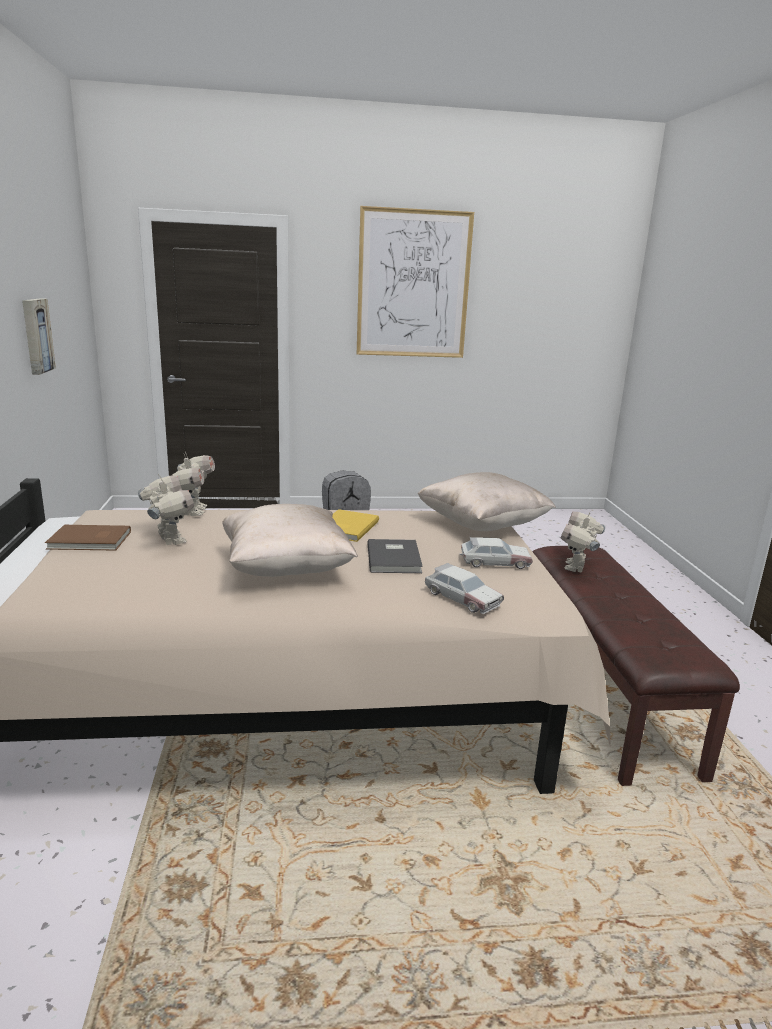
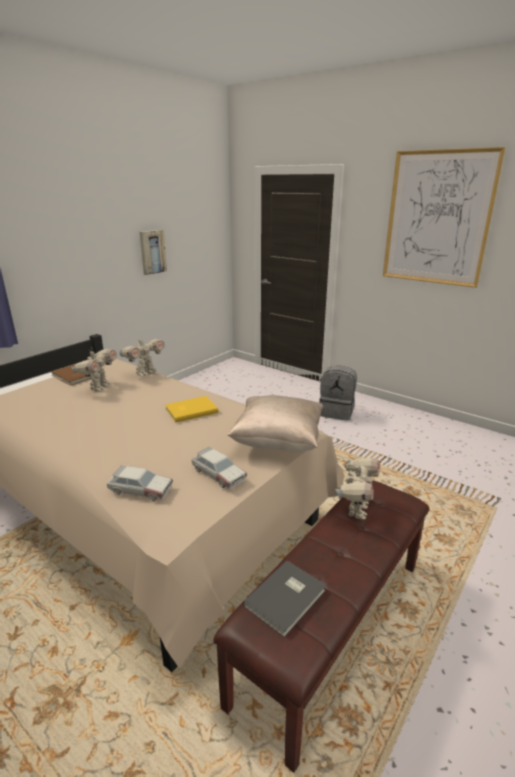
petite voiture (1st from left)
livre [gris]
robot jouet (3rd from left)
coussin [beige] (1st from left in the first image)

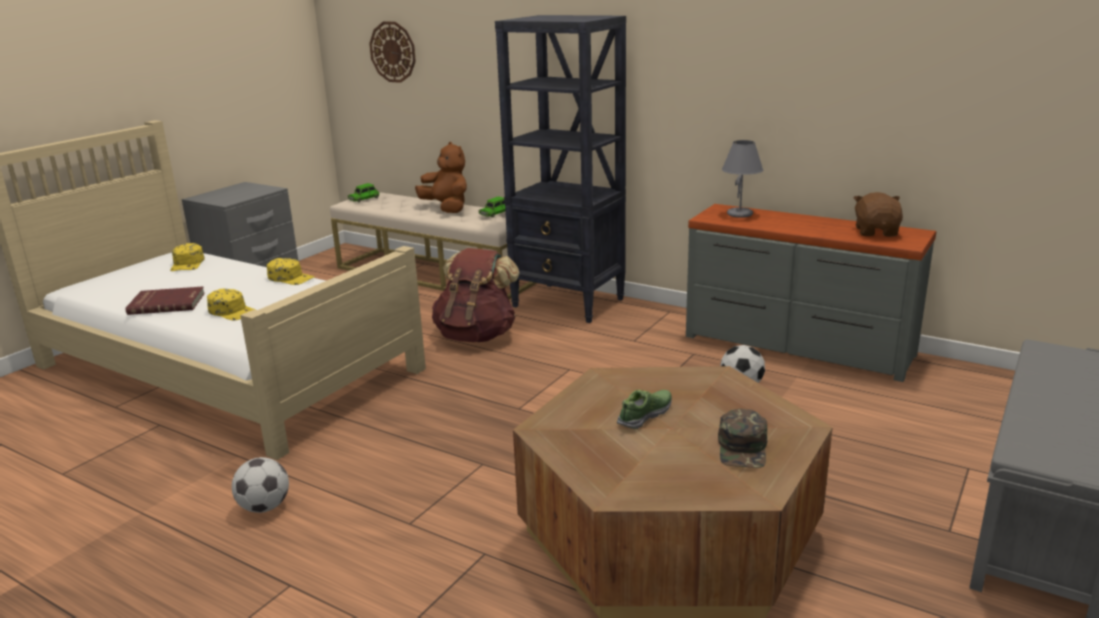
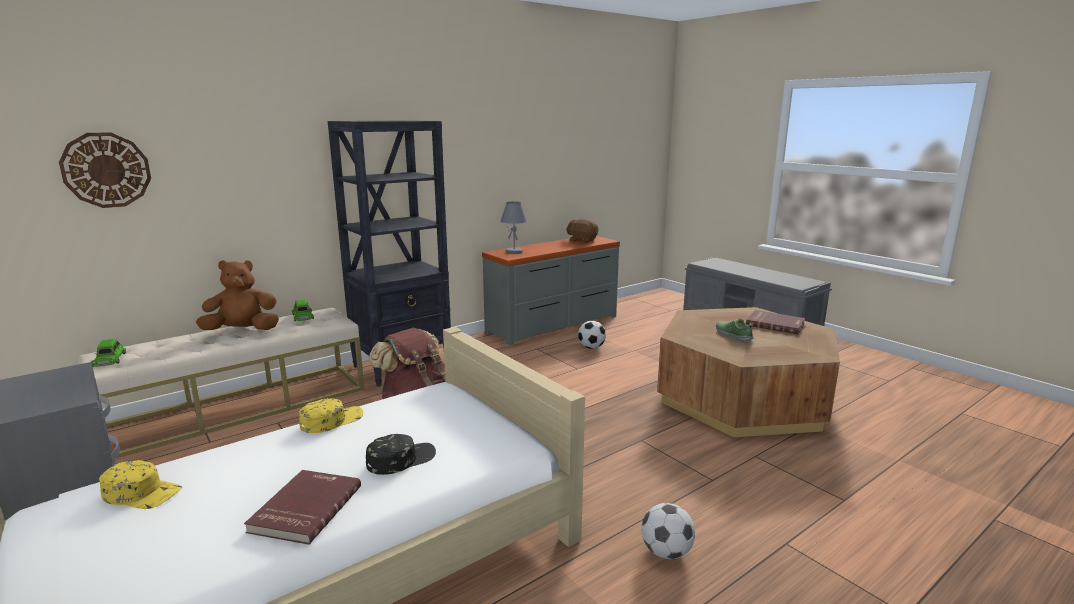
casquette [noir]
livre [rouge] (2nd from left)

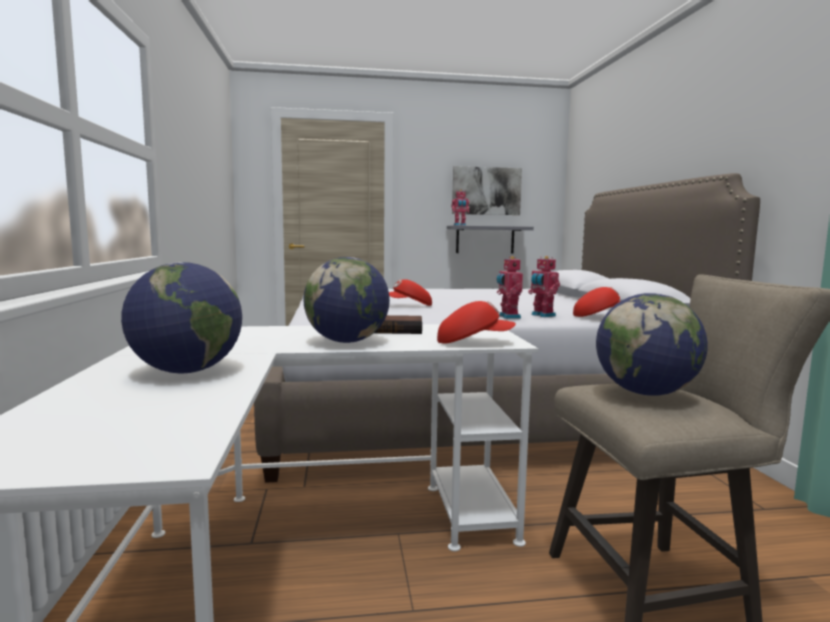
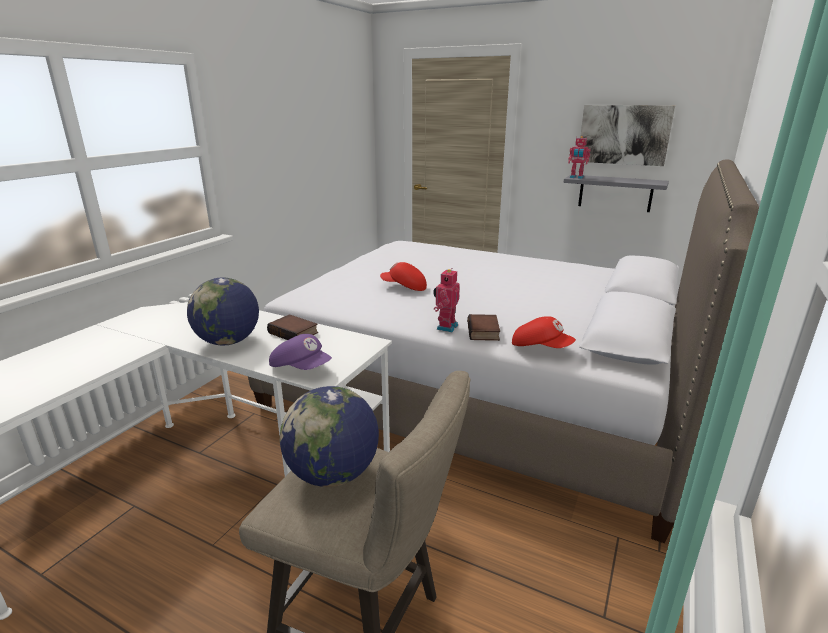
casquette [violet]
livre (2nd from left)
globe (1st from left in the first image)

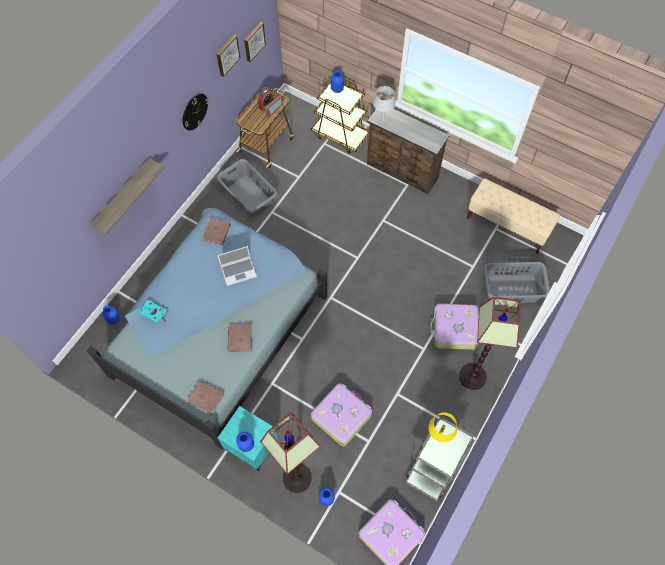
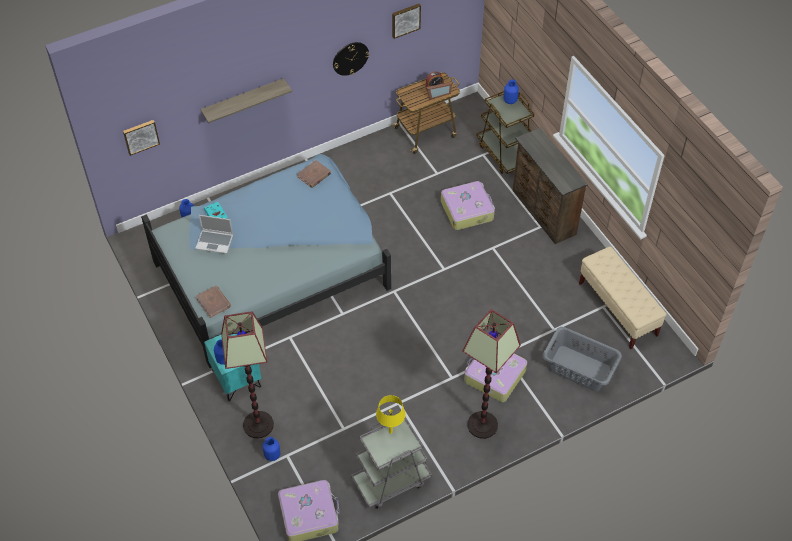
tableau (1st from left)
ordinateur portable
valise (2nd from left)
panier à linge [gris] (1st from left in the first image)
livre [marron] (3rd from left in the first image)
lampe de table [gris]

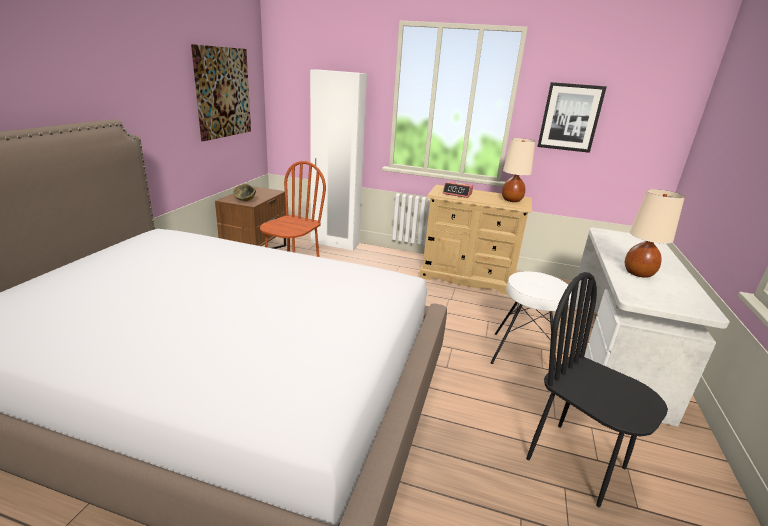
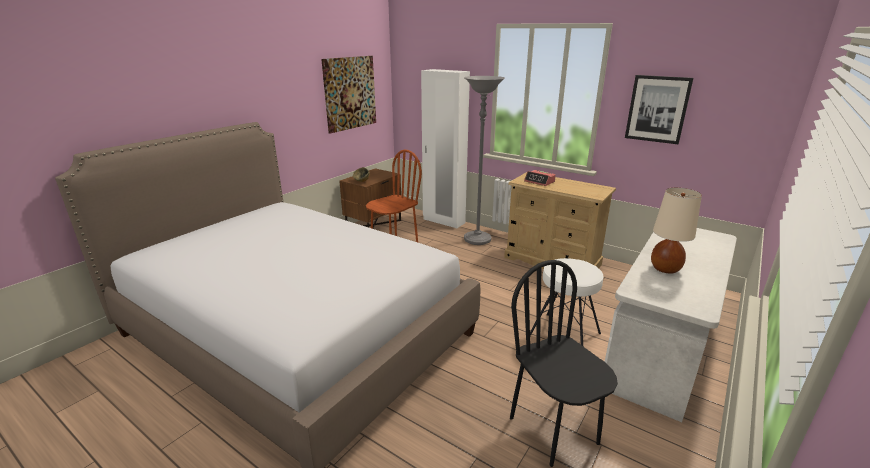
lampadaire [gris]
lampe de table [beige] (1st from left in the first image)

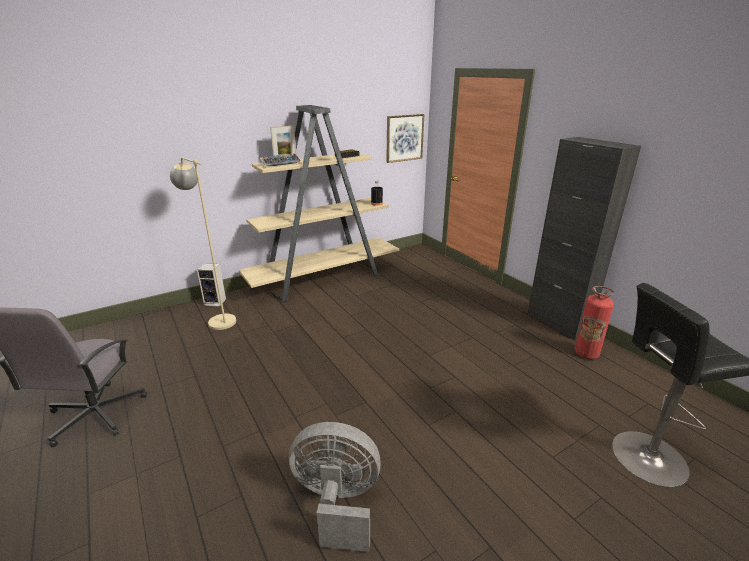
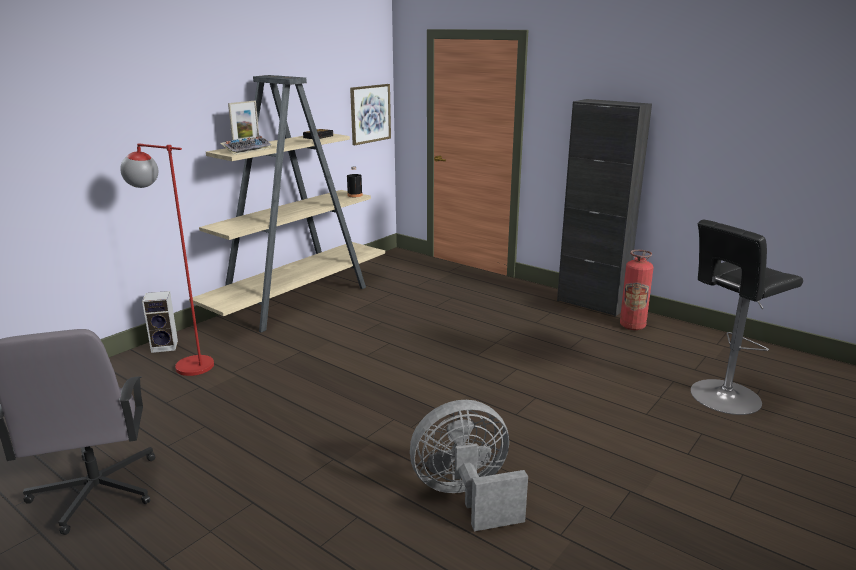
lampadaire [rouge]

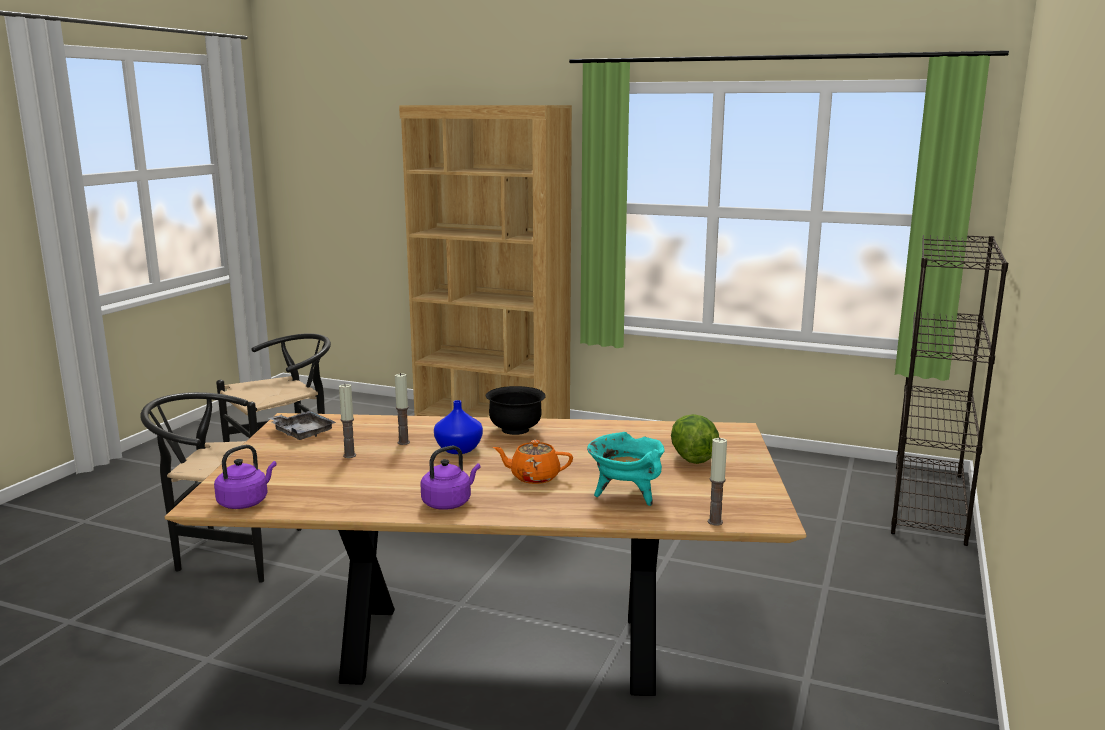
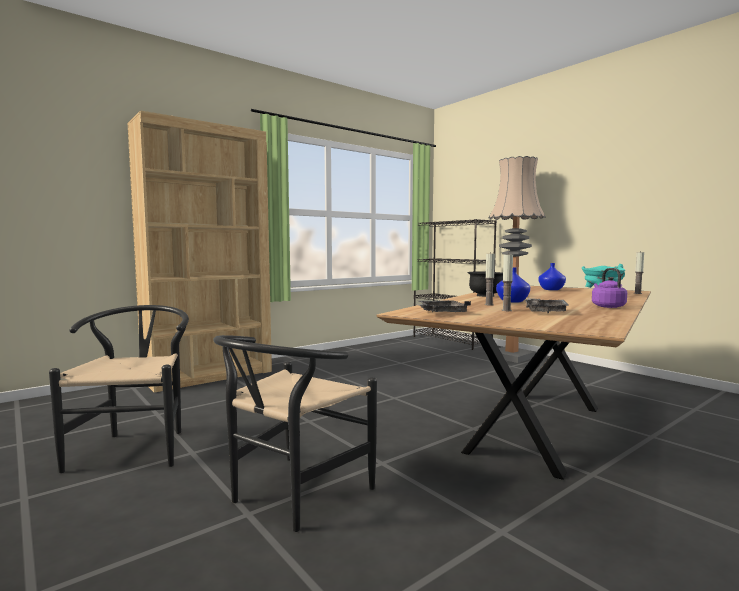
lampadaire
plateau [gris] (2nd from left)
vase [bleu] (2nd from left)
bouilloire [violet] (1st from left in the first image)
théière [orange]

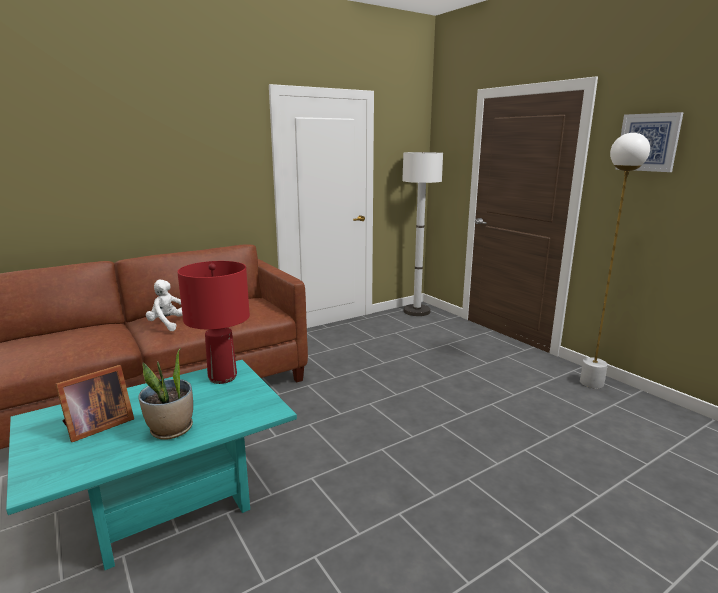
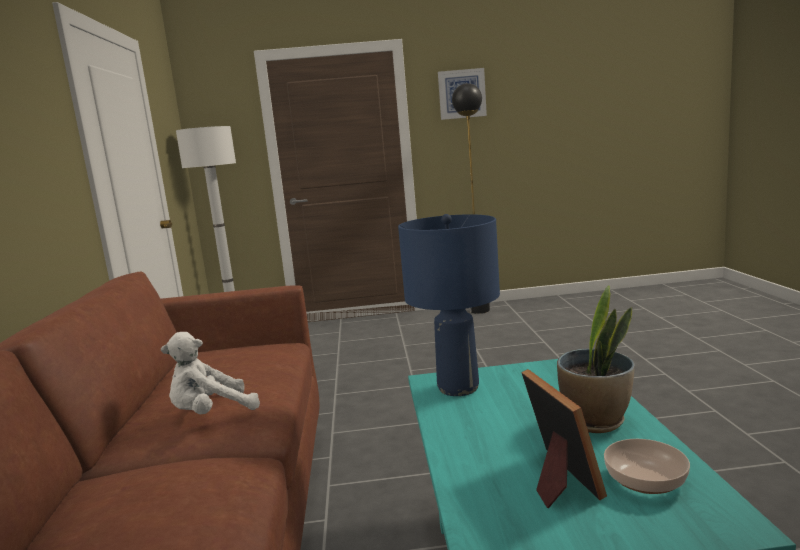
lampe de table [bleu]
lampadaire [noir]
bol

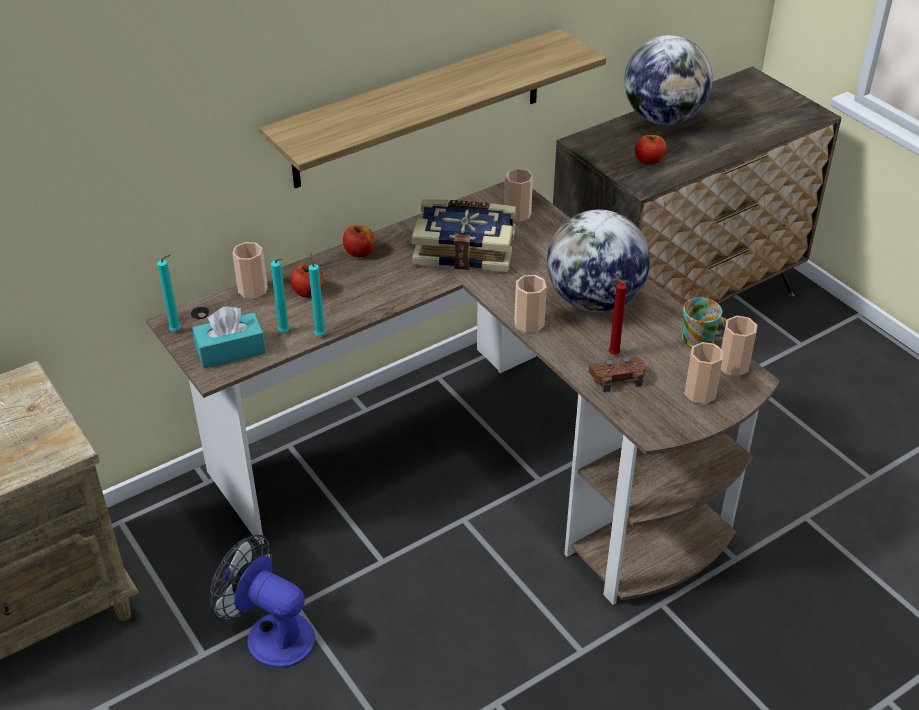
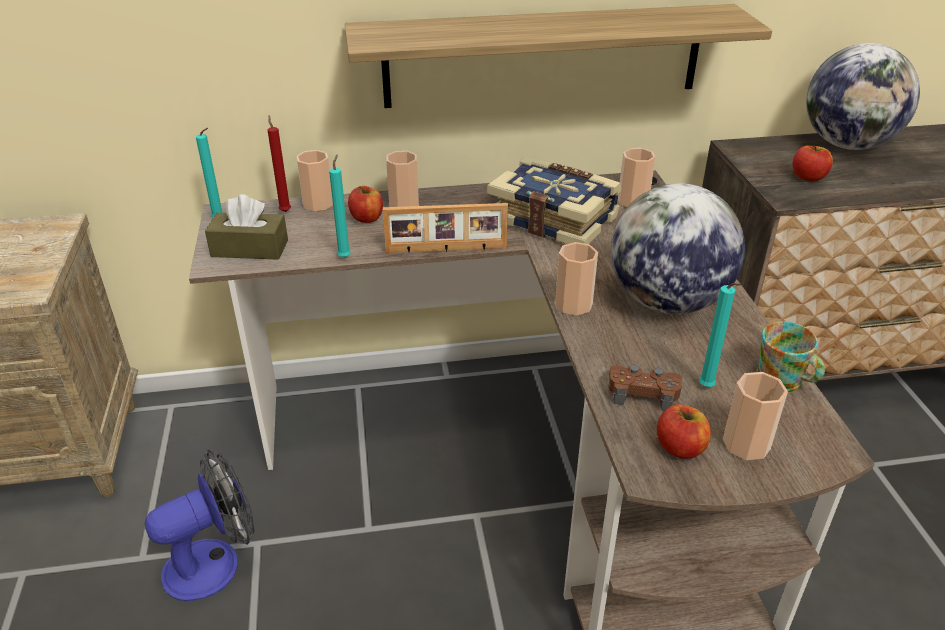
ventilateur
boîte à mouchoirs [marron]
bougie [rouge]
cadre photo
tasse (2nd from left)
pomme (2nd from left)
bougie [turquoise] (3rd from left)

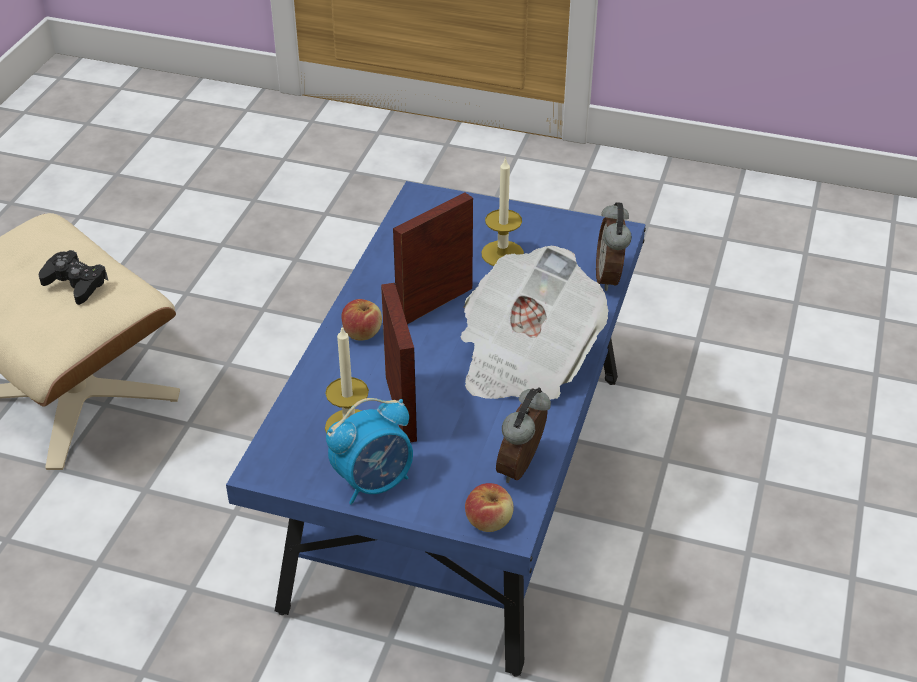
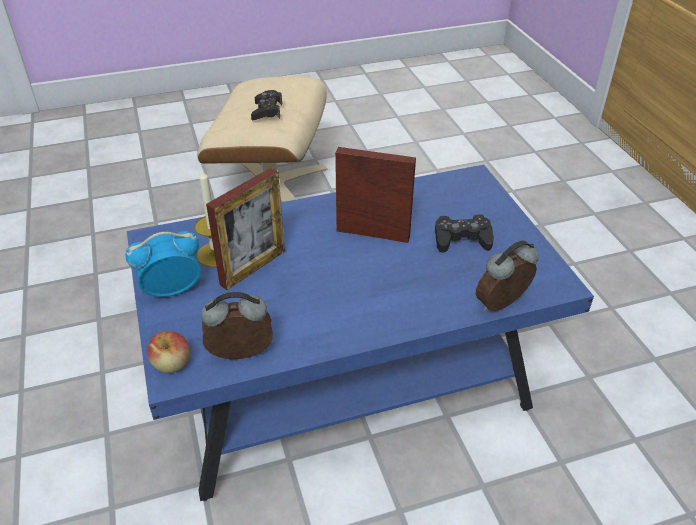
réveil (1st from left)
manette [noir] (2nd from left)
pomme (1st from left in the first image)
journal

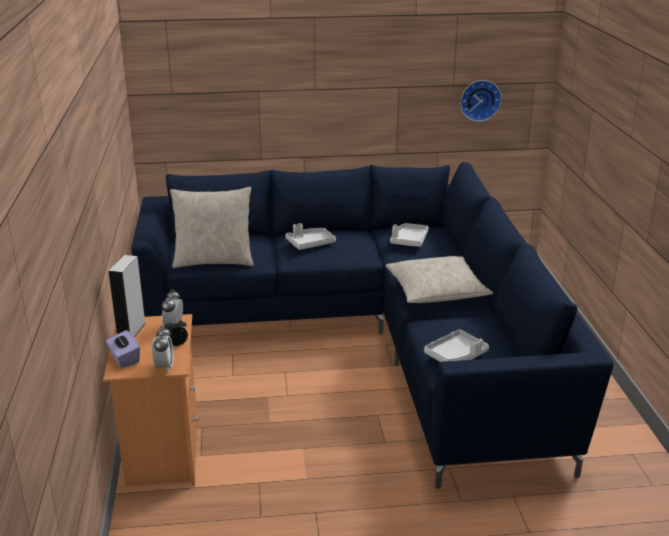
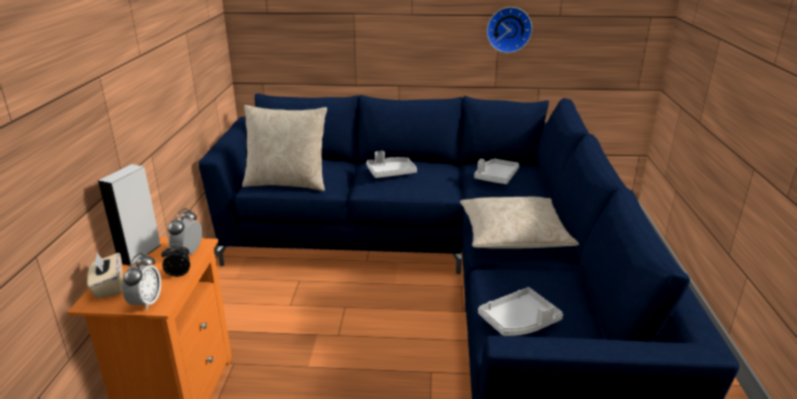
boîte à mouchoirs [beige]
horloge murale

